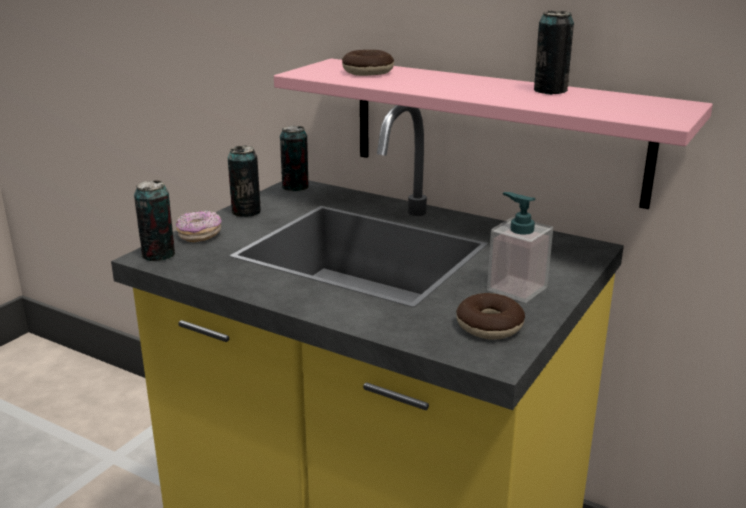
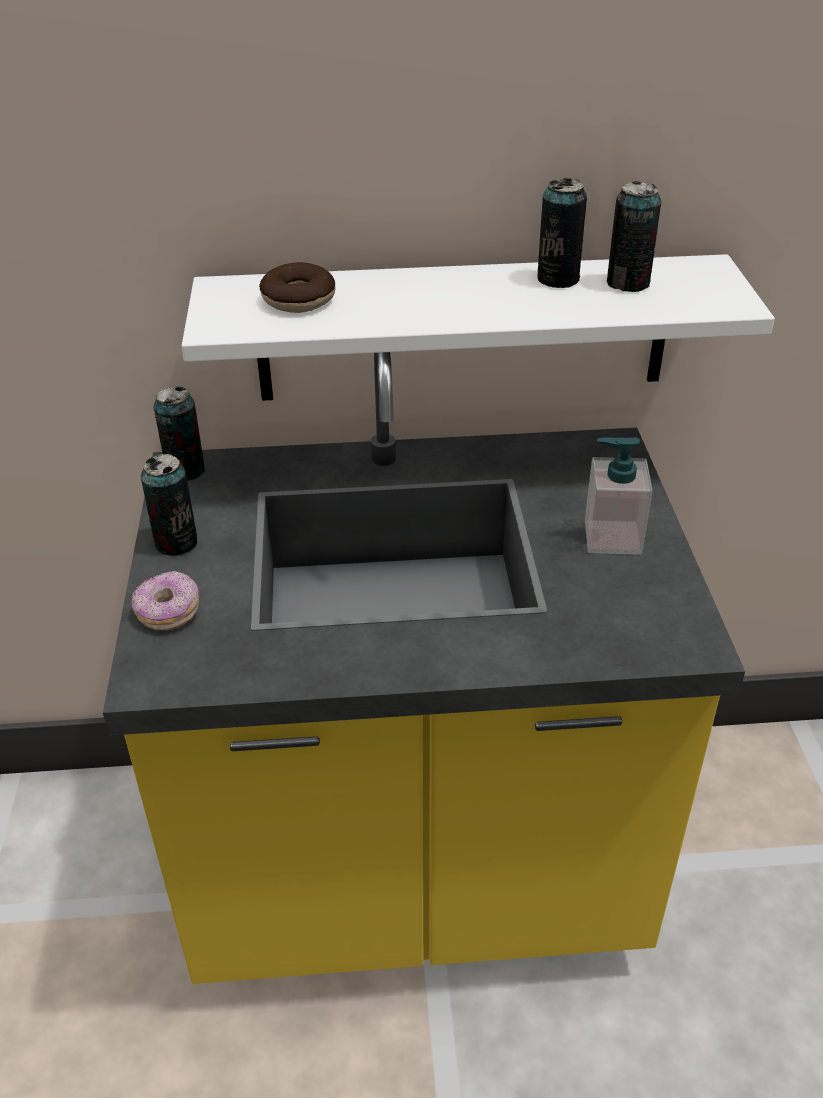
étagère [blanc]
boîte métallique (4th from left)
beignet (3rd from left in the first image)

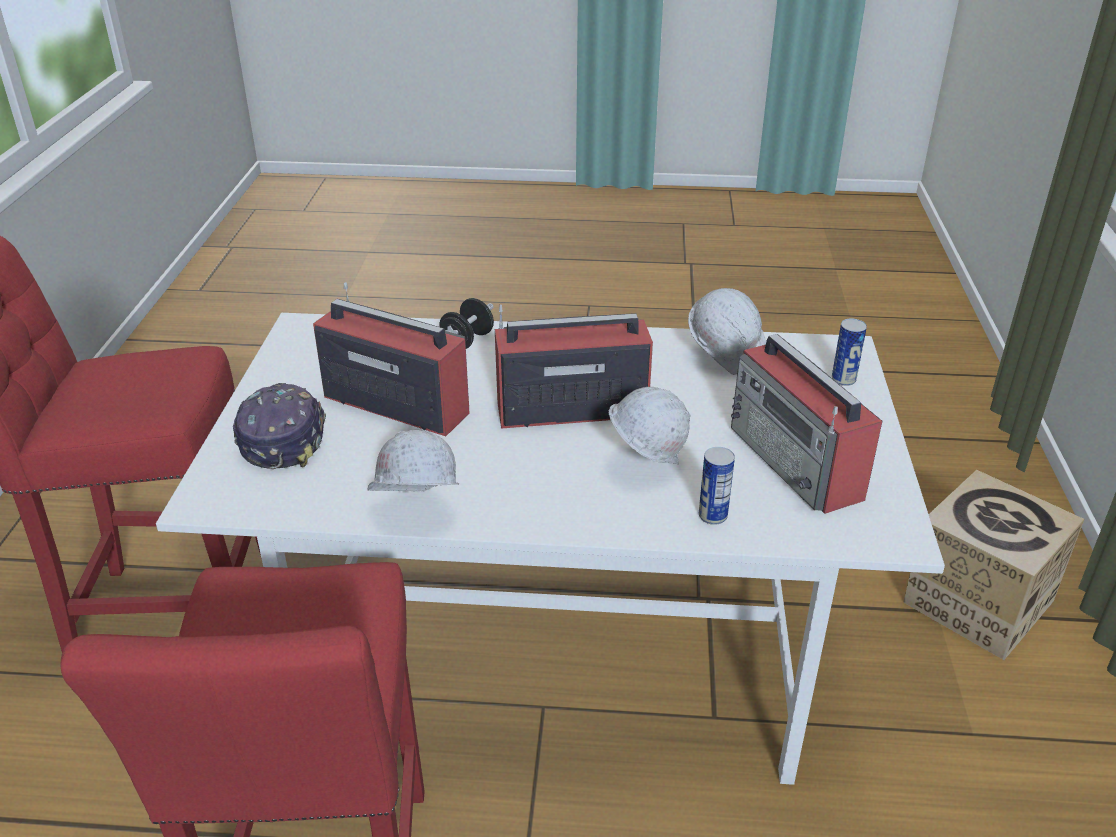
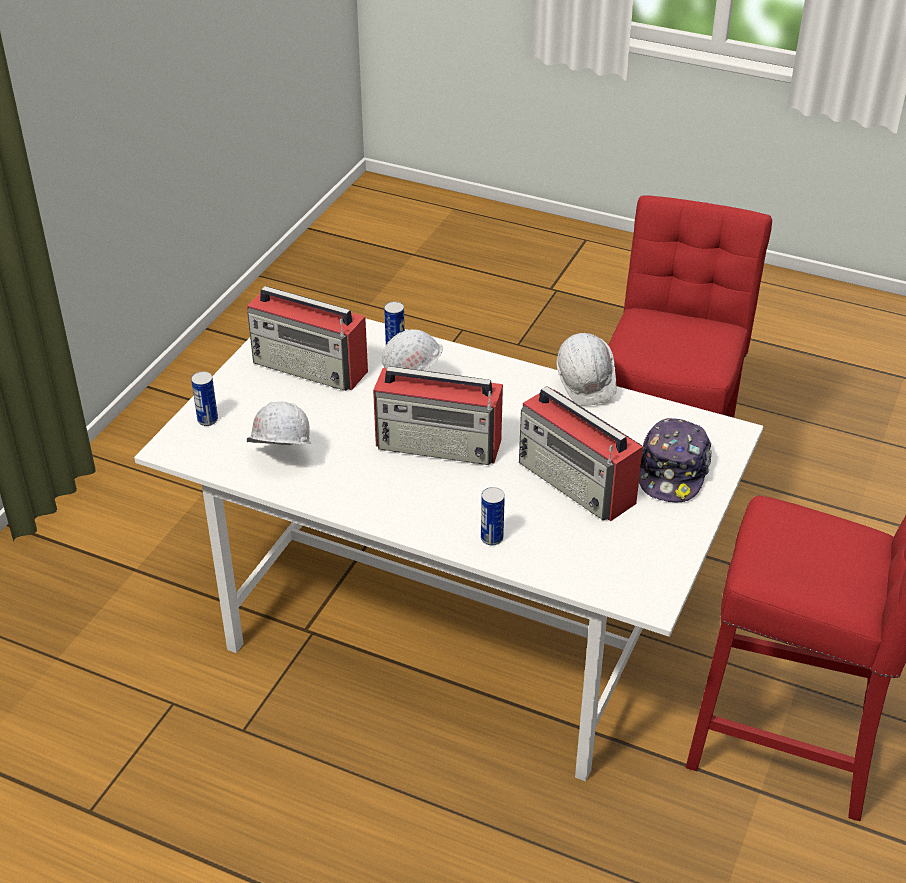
radio (1st from left)
boîte métallique (3rd from left)
carton

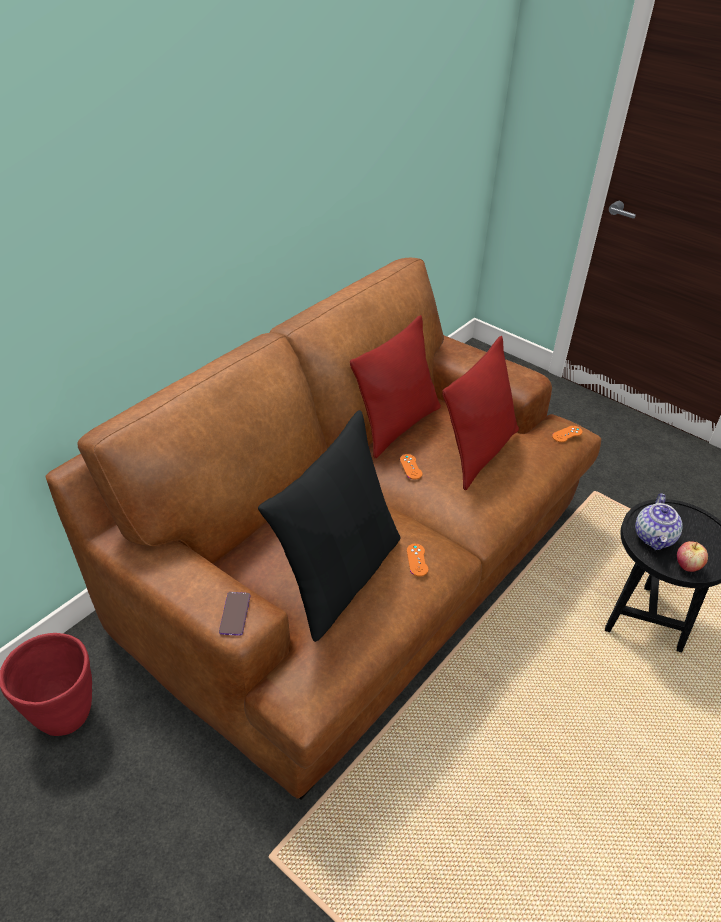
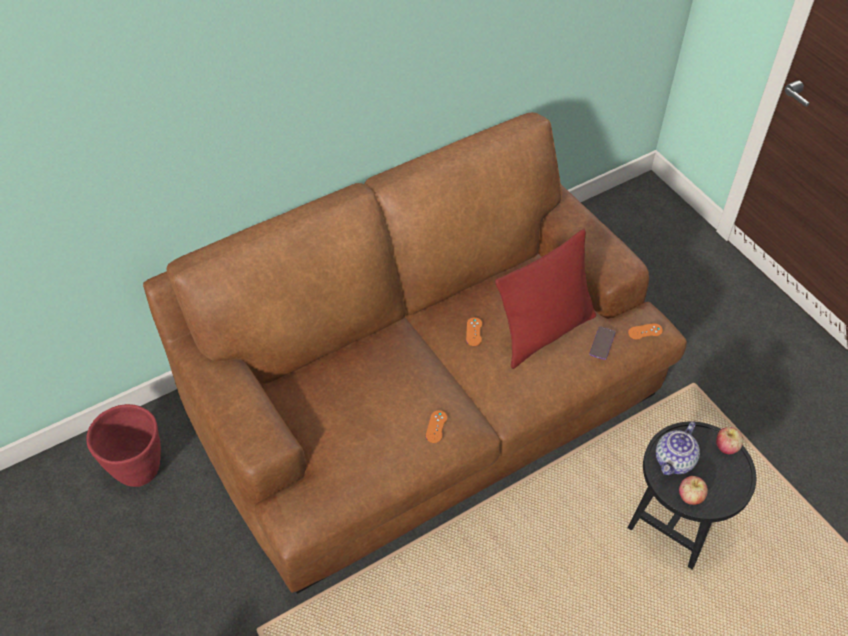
téléphone
pomme (2nd from left)
coussin [noir]
coussin [rouge] (1st from left in the first image)

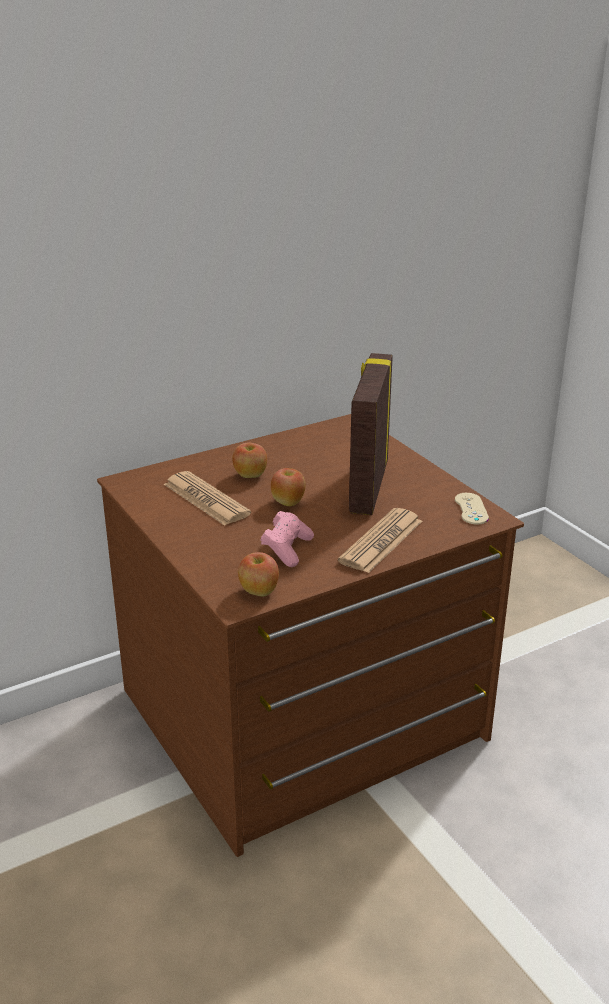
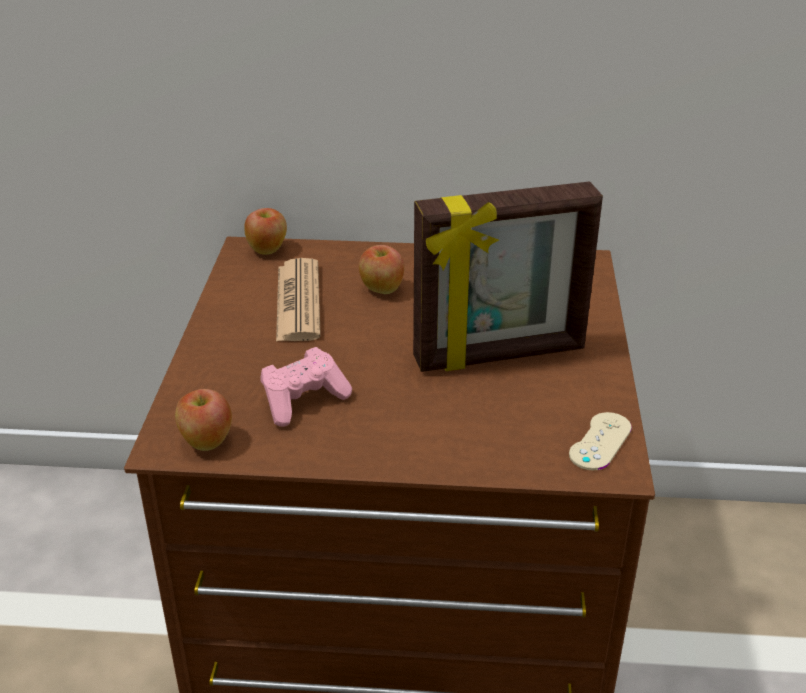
pomme (2nd from left)
cadre photo
journal (2nd from left in the first image)

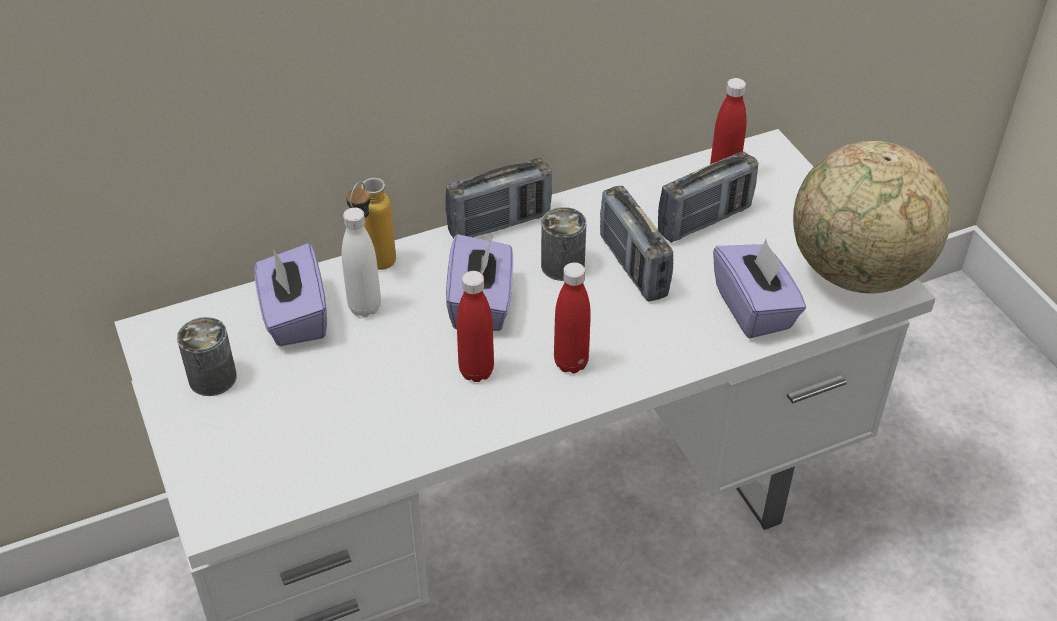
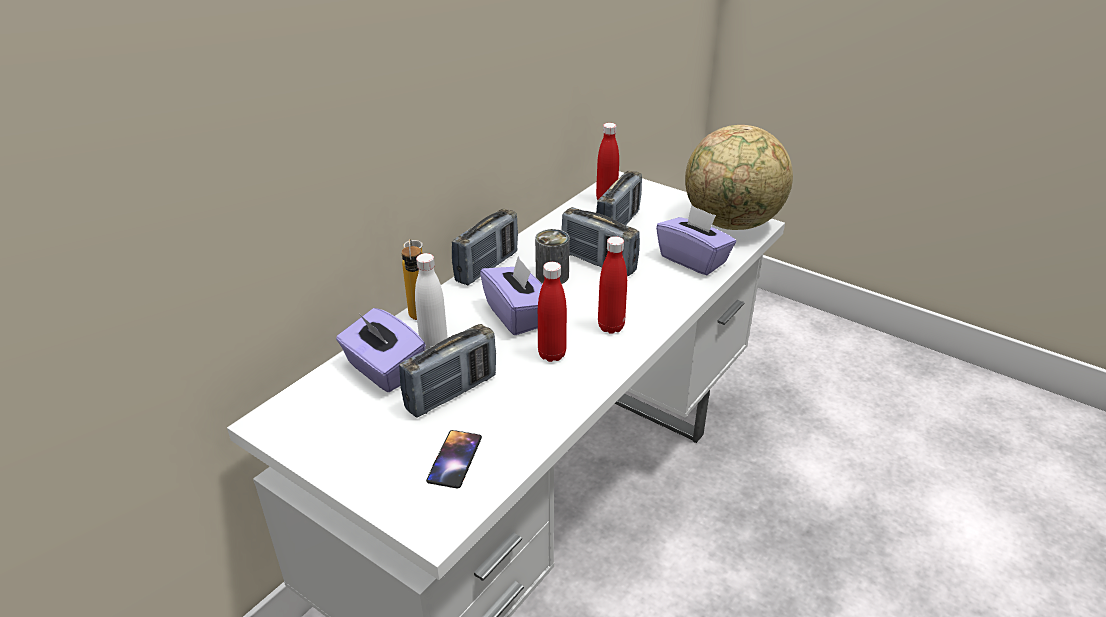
radio (1st from left)
téléphone
boîte métallique (1st from left in the first image)

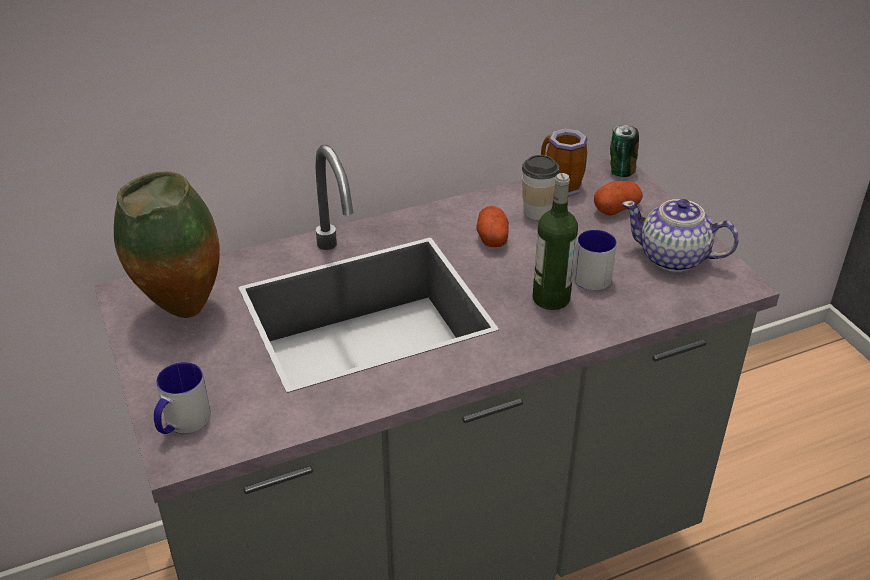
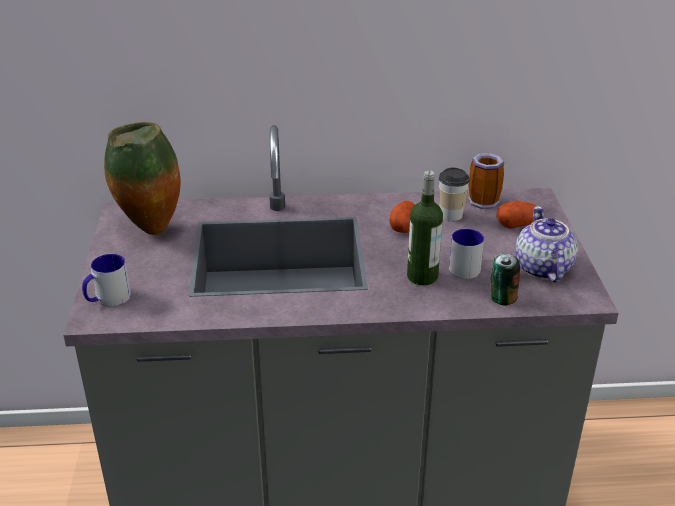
boîte métallique
théière

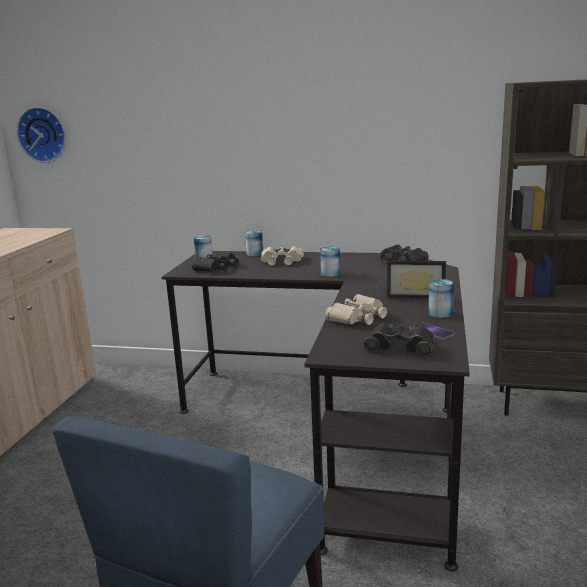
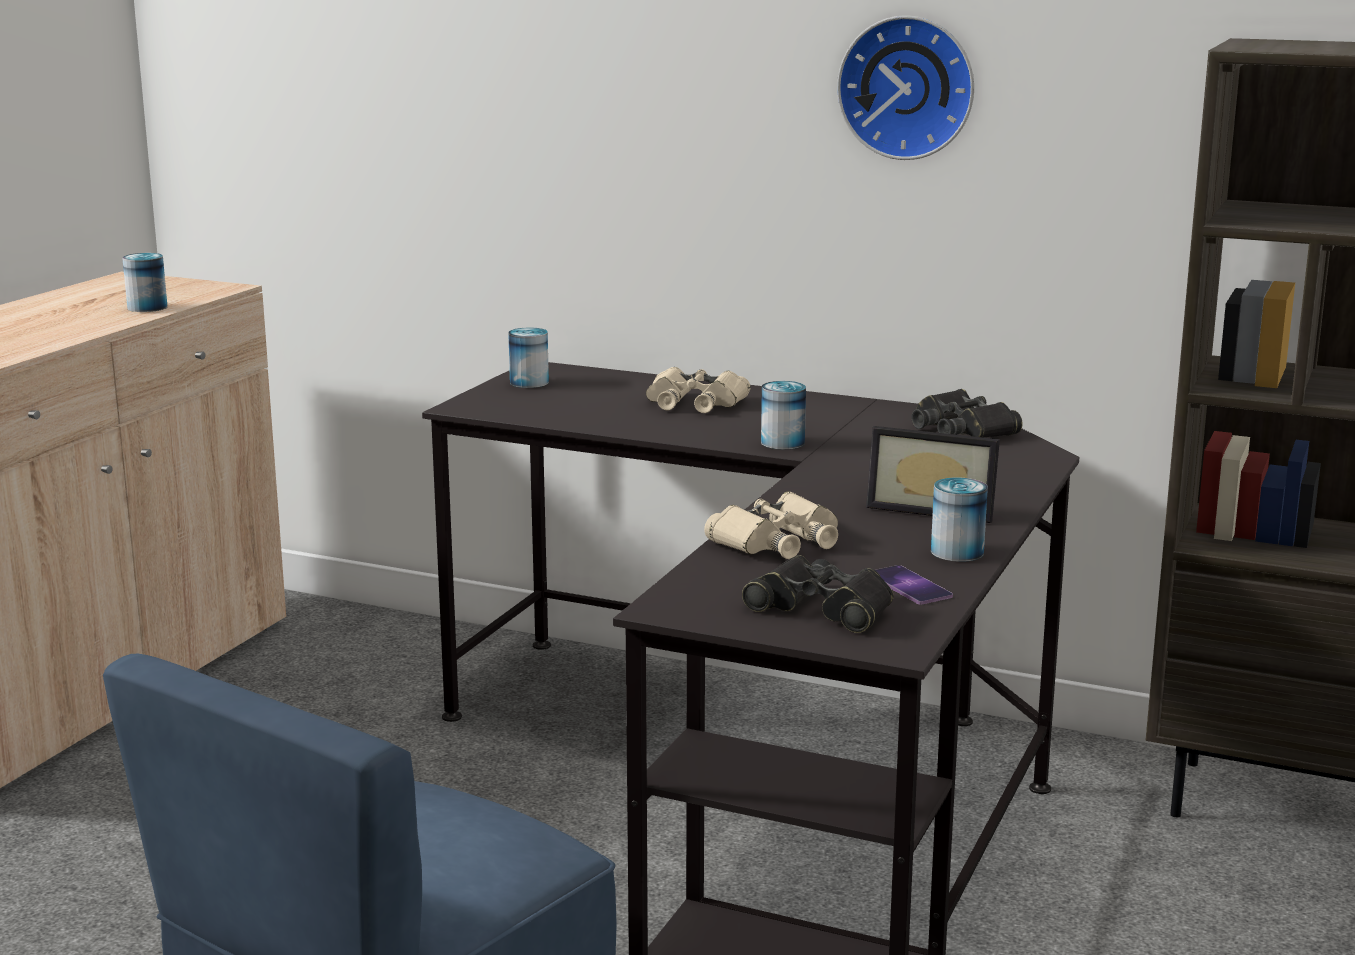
boîte métallique (1st from left)
horloge murale
jumelles [noir] (1st from left in the first image)

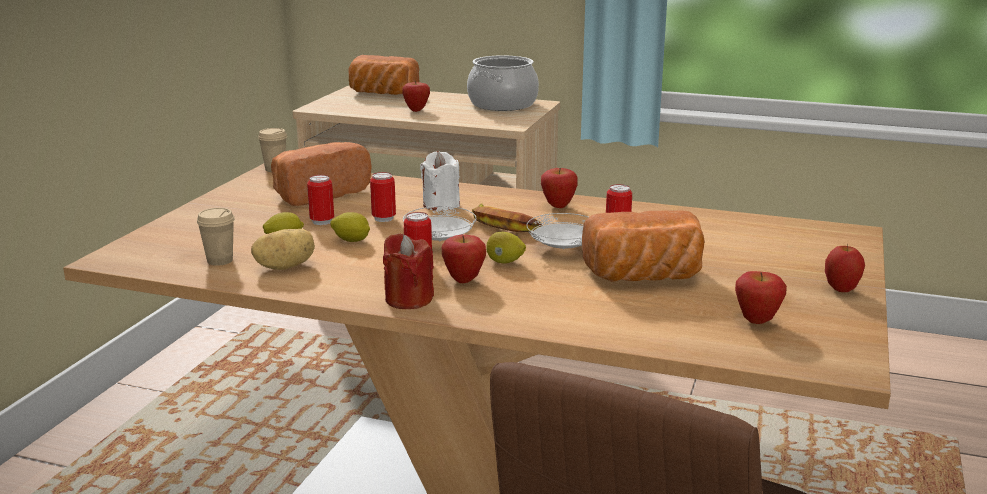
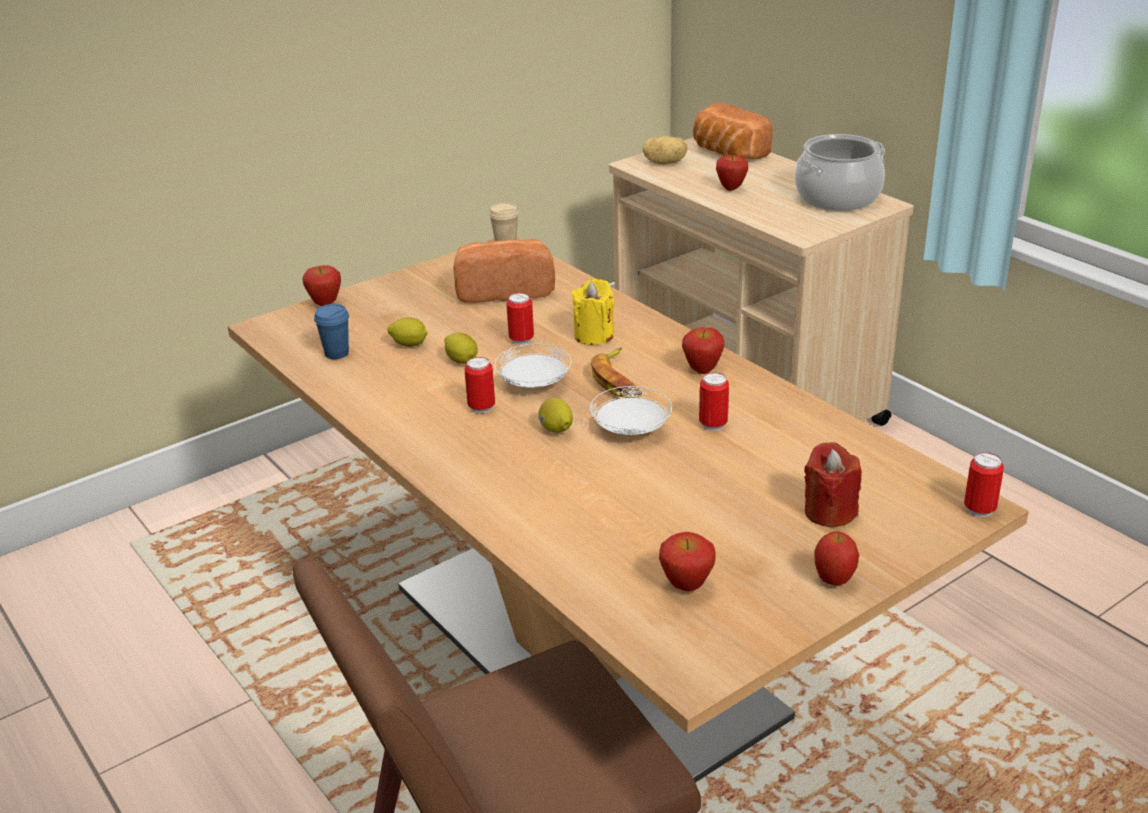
pomme (1st from left)
tasse [bleu]
bougie [jaune]
pomme de terre
bougie [rouge]
boîte métallique (4th from left)
pain (3rd from left in the first image)

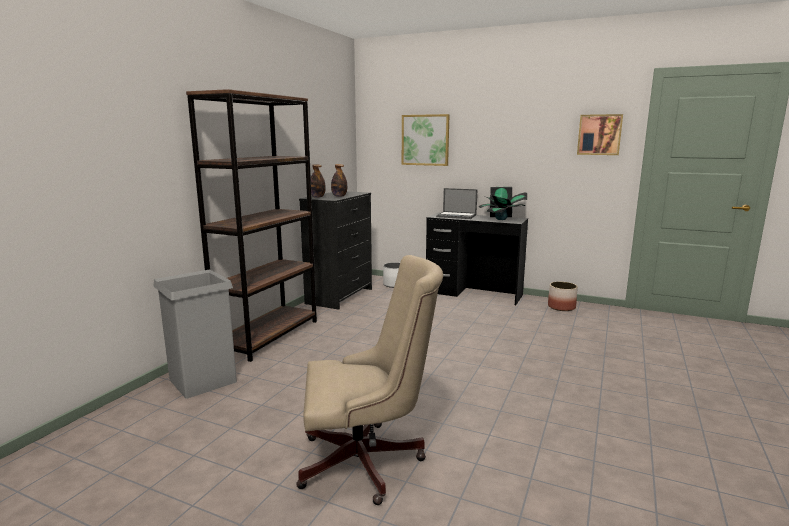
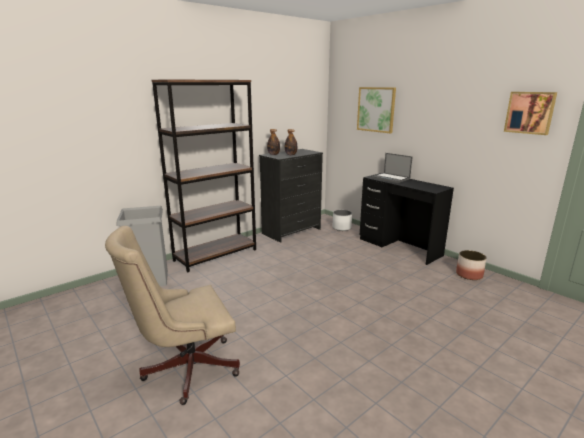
chaise de bureau [beige]
plante en pot

